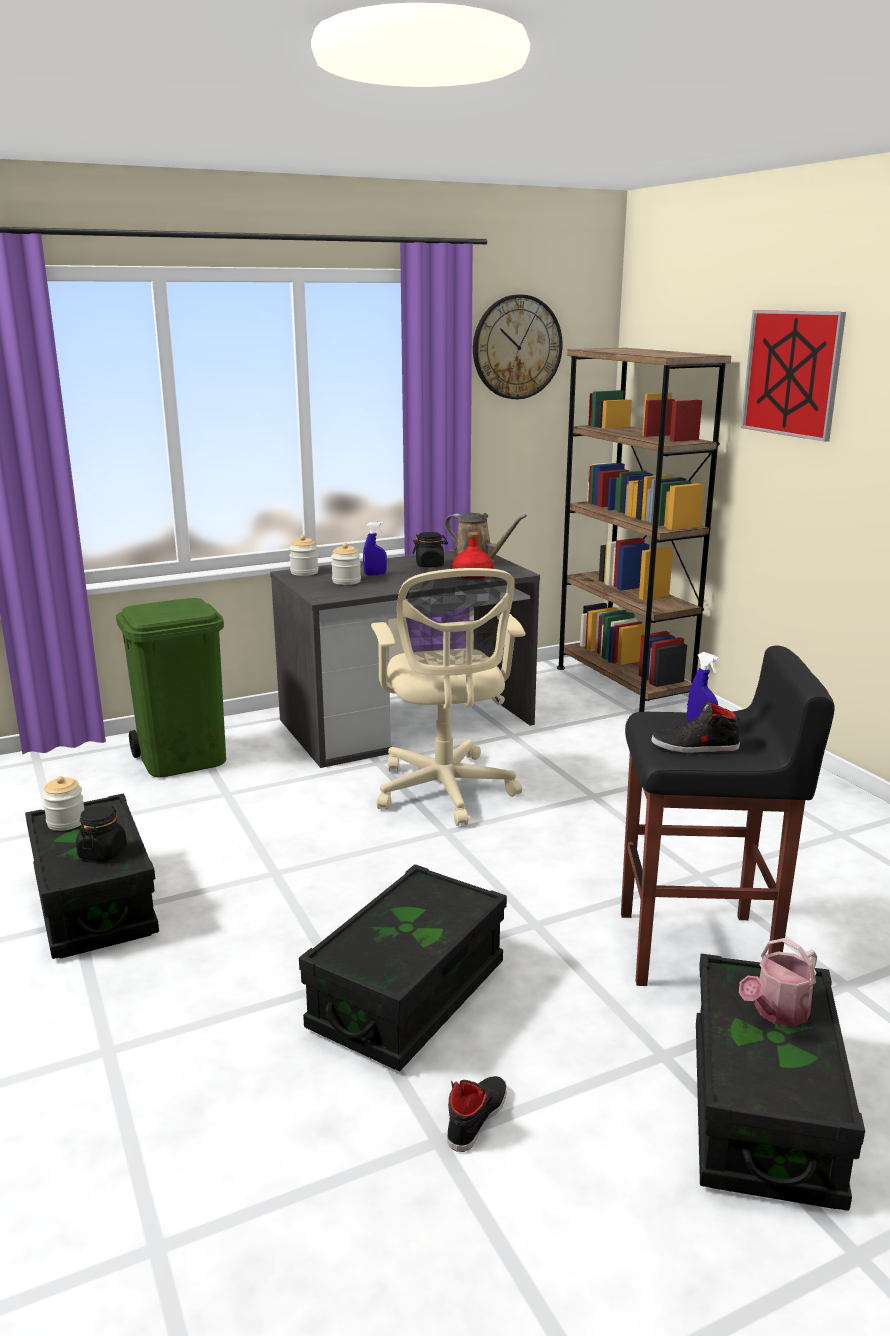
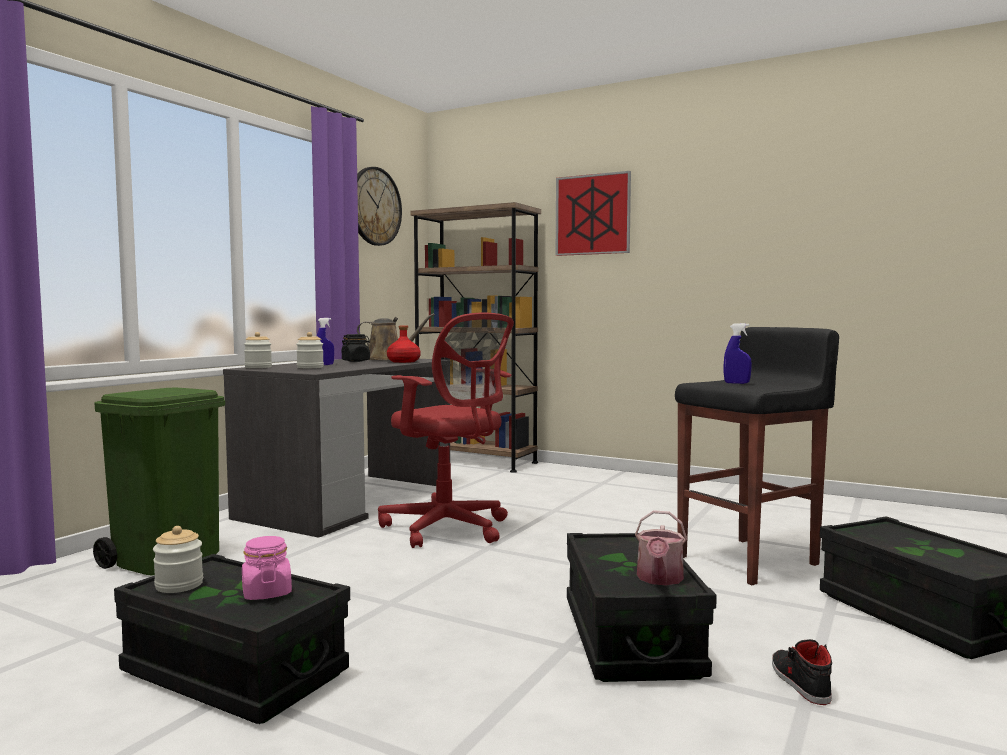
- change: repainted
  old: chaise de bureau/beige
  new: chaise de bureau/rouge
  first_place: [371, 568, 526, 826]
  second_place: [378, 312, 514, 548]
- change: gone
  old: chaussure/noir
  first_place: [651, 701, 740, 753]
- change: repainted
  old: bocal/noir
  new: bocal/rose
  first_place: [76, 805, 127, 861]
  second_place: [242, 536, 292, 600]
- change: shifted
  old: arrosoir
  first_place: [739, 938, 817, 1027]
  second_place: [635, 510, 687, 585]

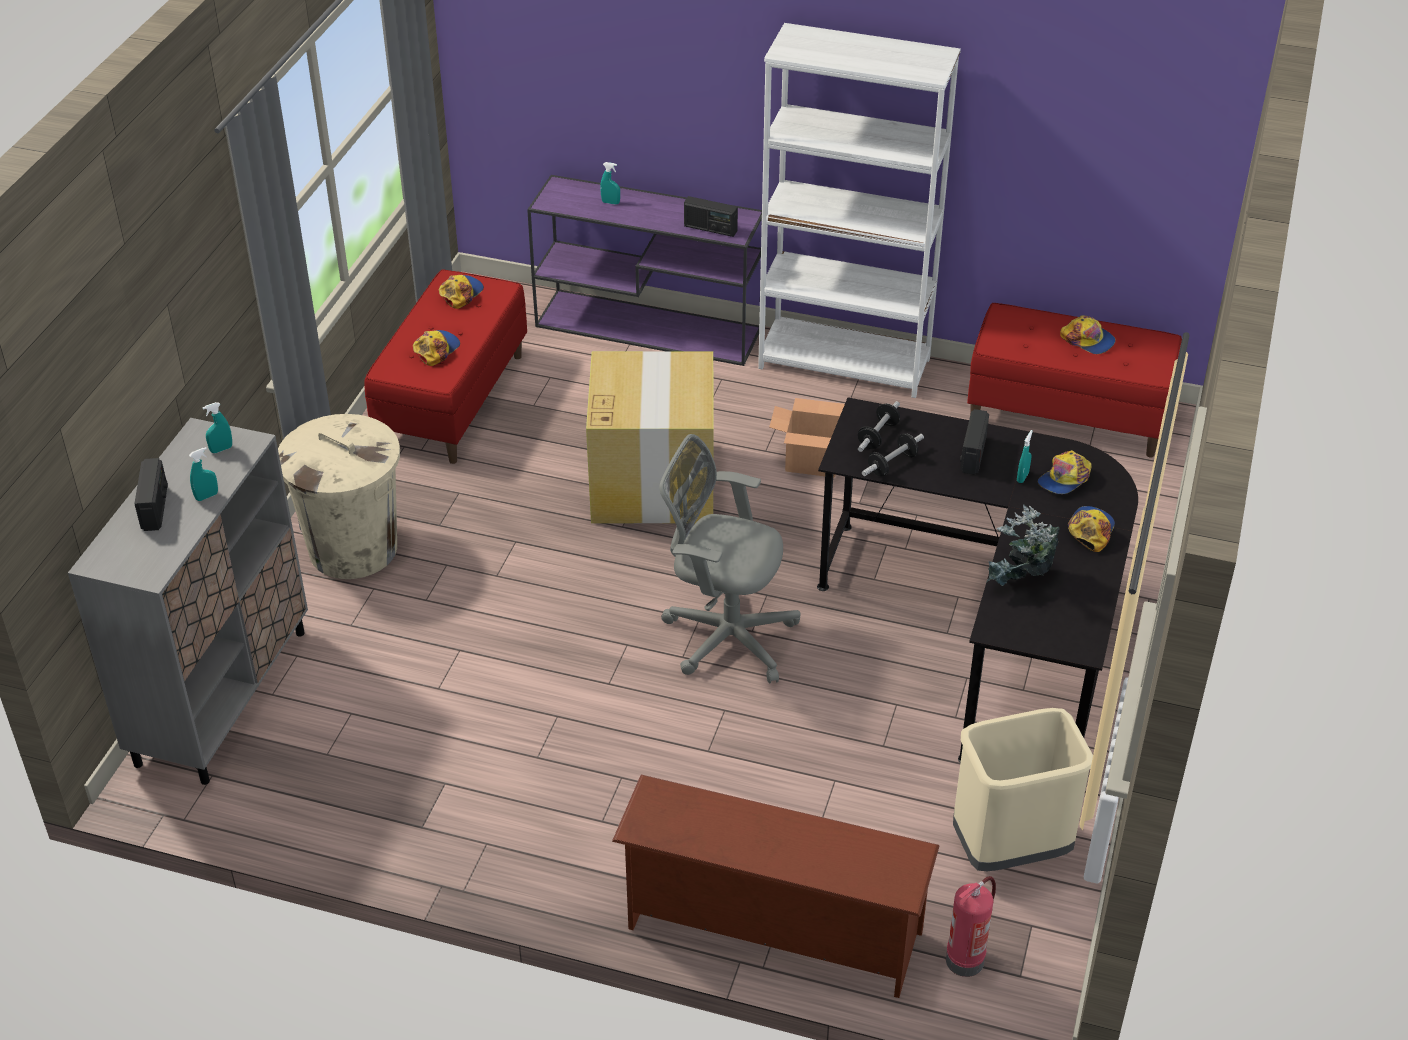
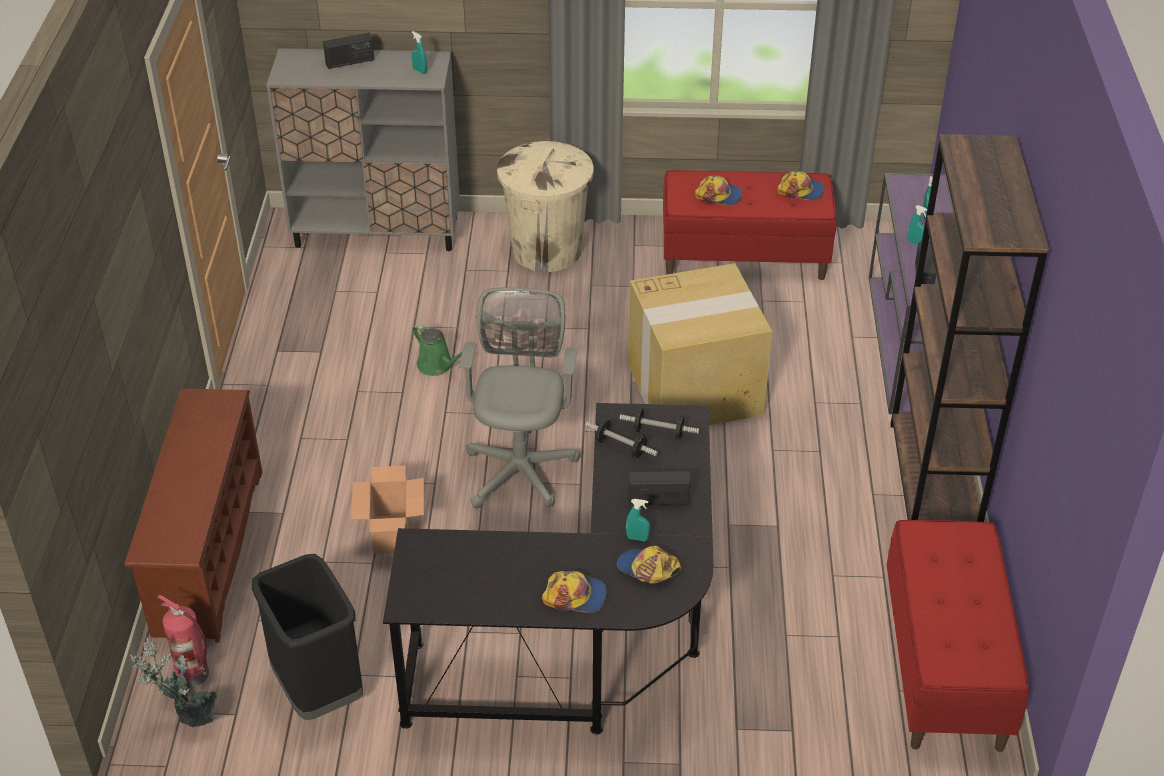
- change: repainted
  old: bibliothèque/blanc
  new: bibliothèque/marron
  first_place: [758, 23, 961, 398]
  second_place: [890, 134, 1049, 522]
- change: gone
  old: casquette
  first_place: [1060, 316, 1116, 354]
- change: shifted
  old: carton
  first_place: [769, 398, 845, 478]
  second_place: [351, 466, 424, 554]
- change: shifted
  old: vaporisateur/turquoise
  first_place: [189, 447, 218, 501]
  second_place: [907, 205, 927, 246]
- change: shifted
  old: plante en pot
  first_place: [986, 505, 1060, 586]
  second_place: [130, 637, 217, 727]
- change: repainted
  old: poubelle/beige
  new: poubelle/noir
  first_place: [953, 708, 1093, 871]
  second_place: [252, 554, 363, 720]
- change: new
  new: arrosoir/vert
  second_place: [412, 324, 462, 376]

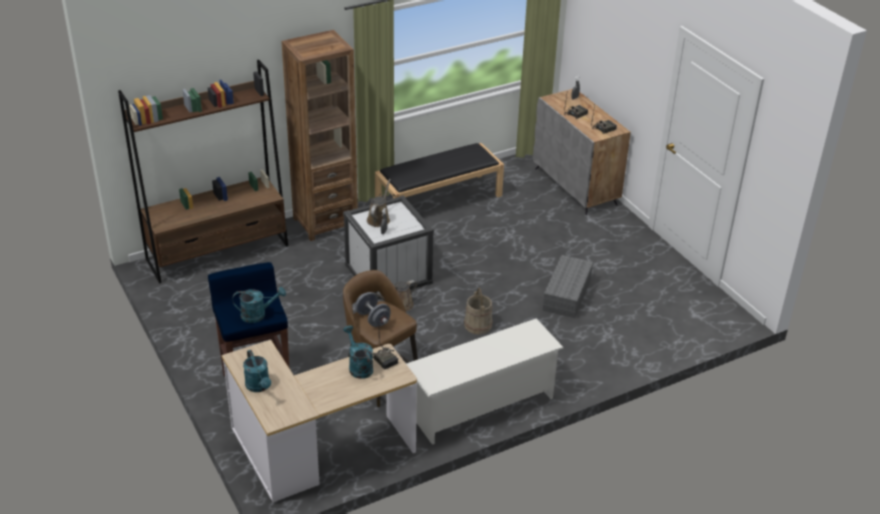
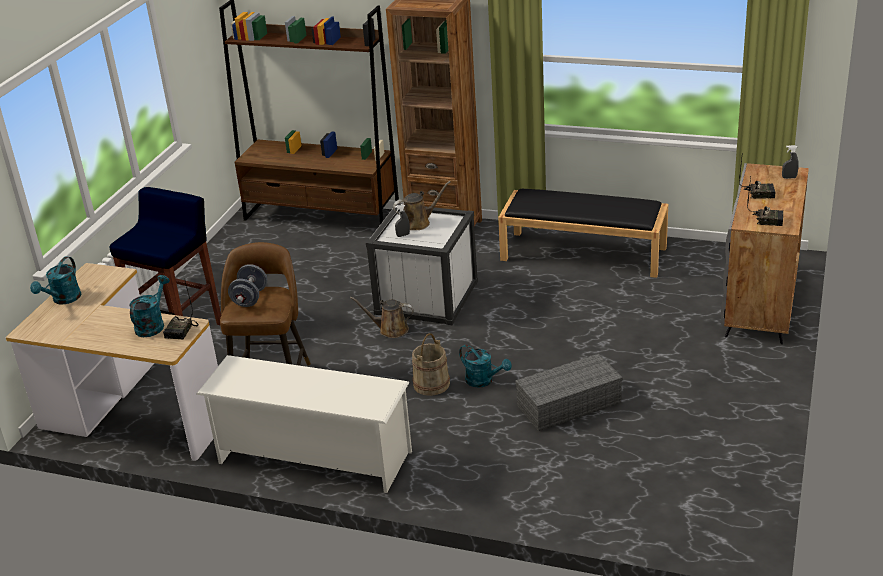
- change: shifted
  old: arrosoir/turquoise
  first_place: [233, 287, 286, 323]
  second_place: [459, 345, 512, 388]

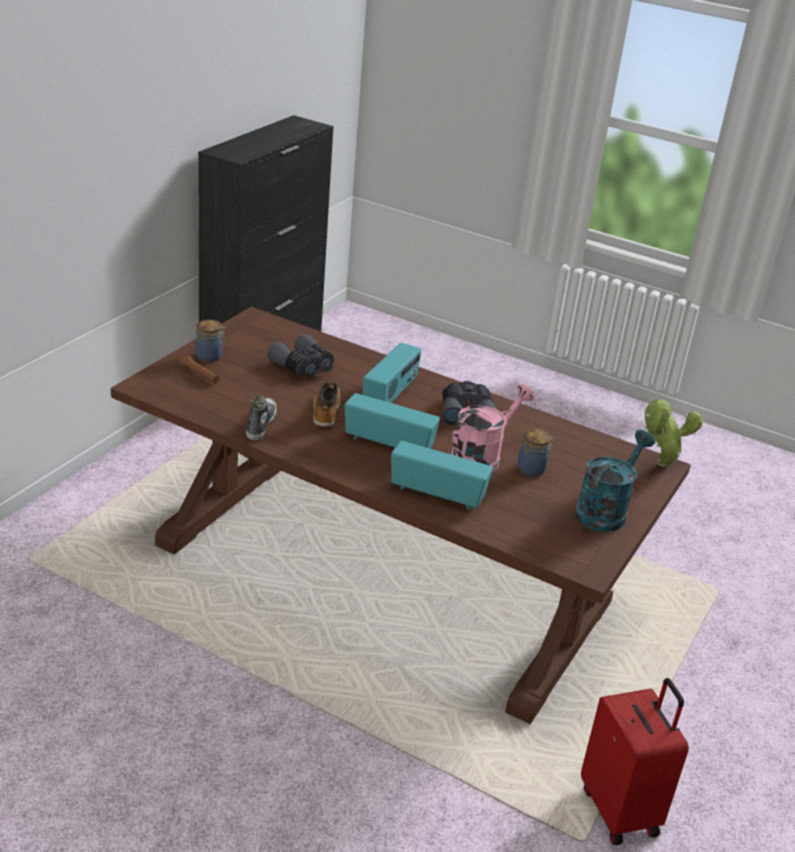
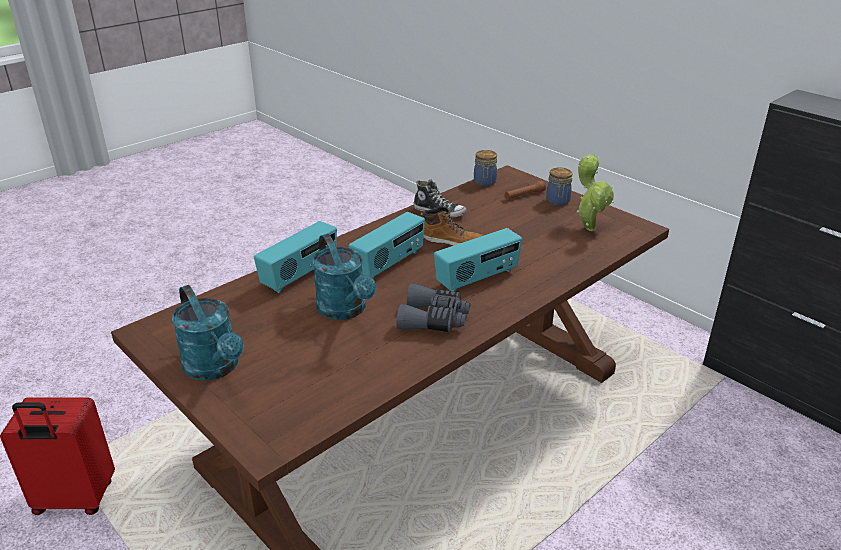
- change: gone
  old: jumelles/gris
  first_place: [267, 334, 334, 377]
- change: rotated
  old: radio
  first_place: [363, 343, 421, 403]
  second_place: [434, 228, 522, 292]
  degrees: -75
- change: repainted
  old: arrosoir/rose
  new: arrosoir/turquoise
  first_place: [451, 384, 535, 472]
  second_place: [313, 234, 376, 320]
- change: shifted
  old: plante en pot
  first_place: [644, 399, 703, 467]
  second_place: [577, 154, 614, 231]
- change: shifted
  old: bocal
  first_place: [517, 429, 554, 476]
  second_place: [474, 150, 497, 186]

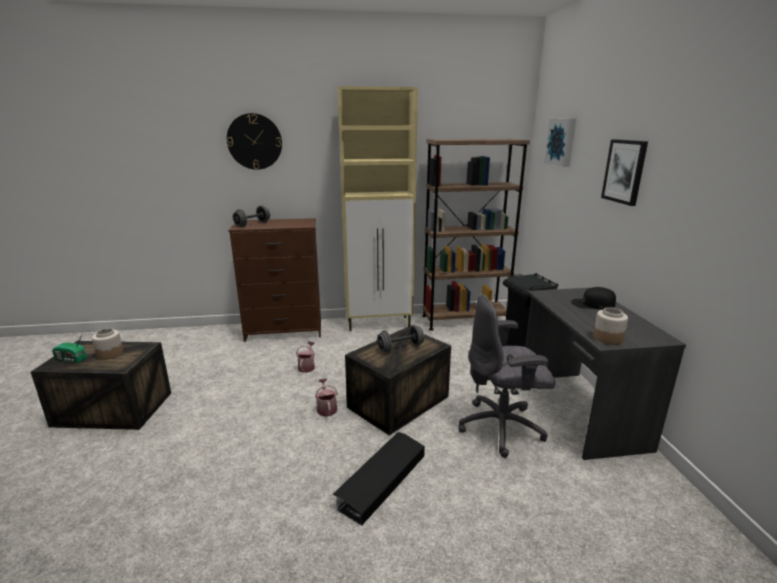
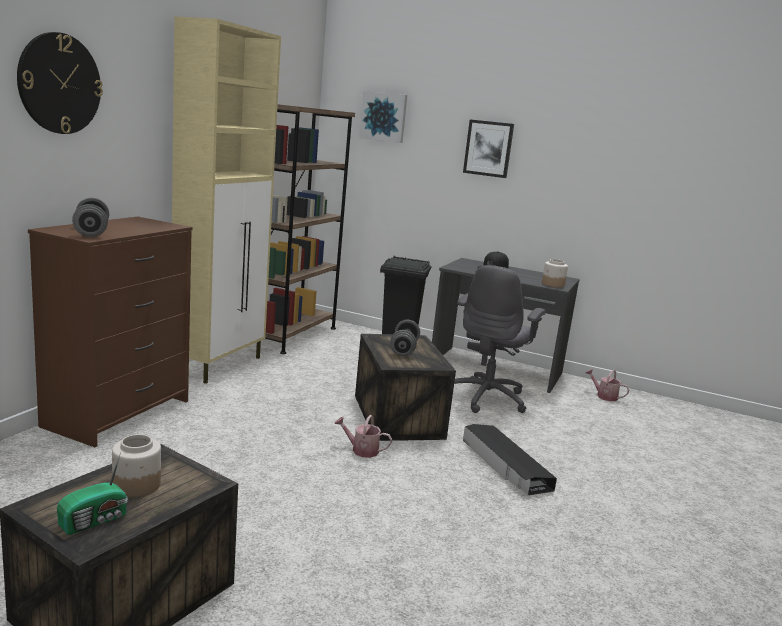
- change: shifted
  old: arrosoir
  first_place: [296, 342, 315, 373]
  second_place: [585, 369, 629, 401]

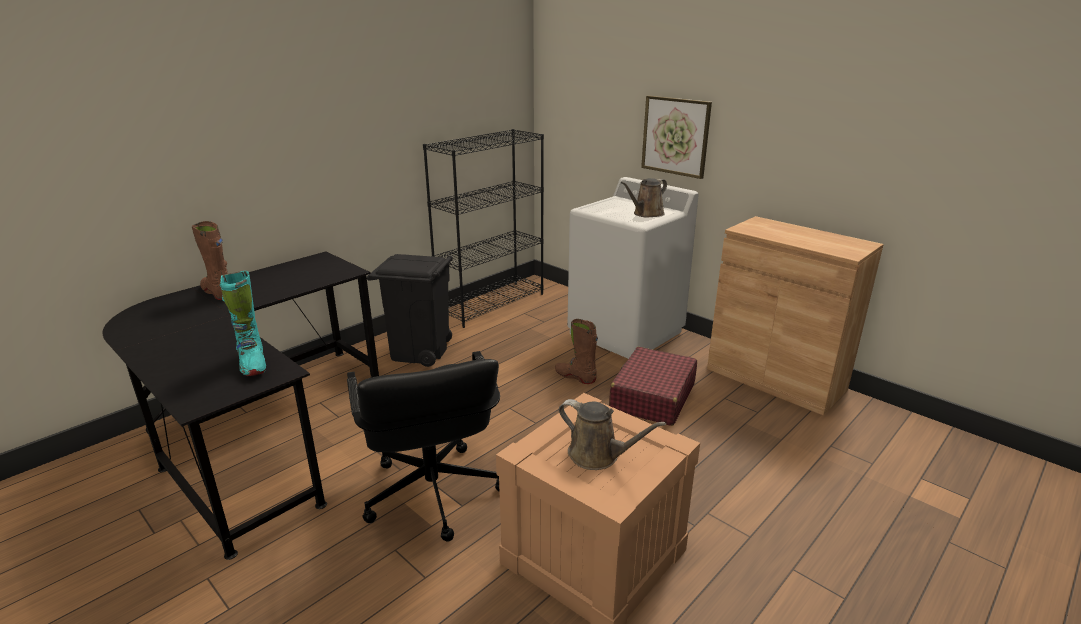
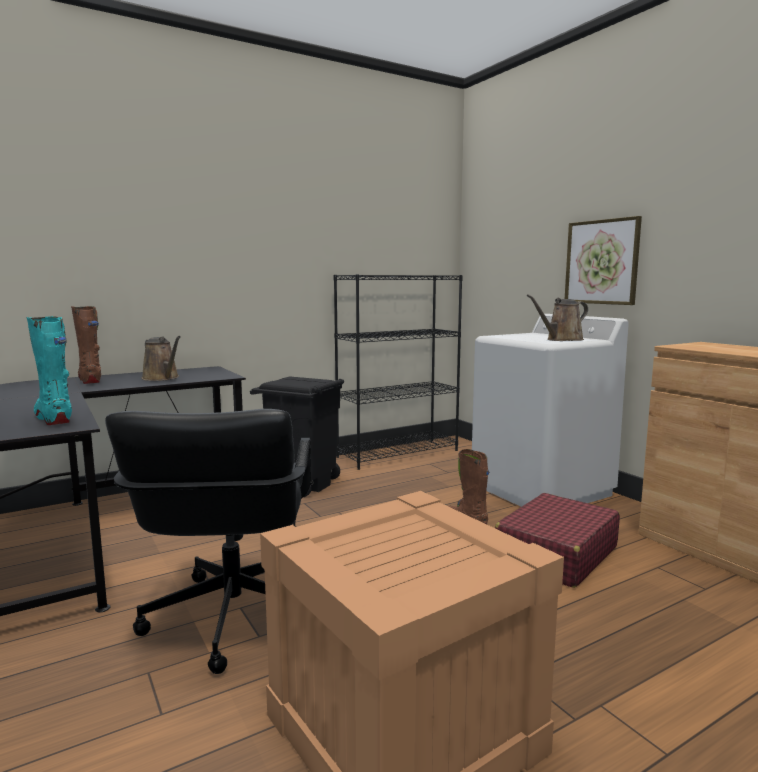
- change: rotated
  old: botte/turquoise
  first_place: [220, 271, 266, 376]
  second_place: [26, 316, 72, 425]
  degrees: 150
- change: shifted
  old: arrosoir/marron
  first_place: [559, 399, 666, 470]
  second_place: [142, 336, 181, 381]

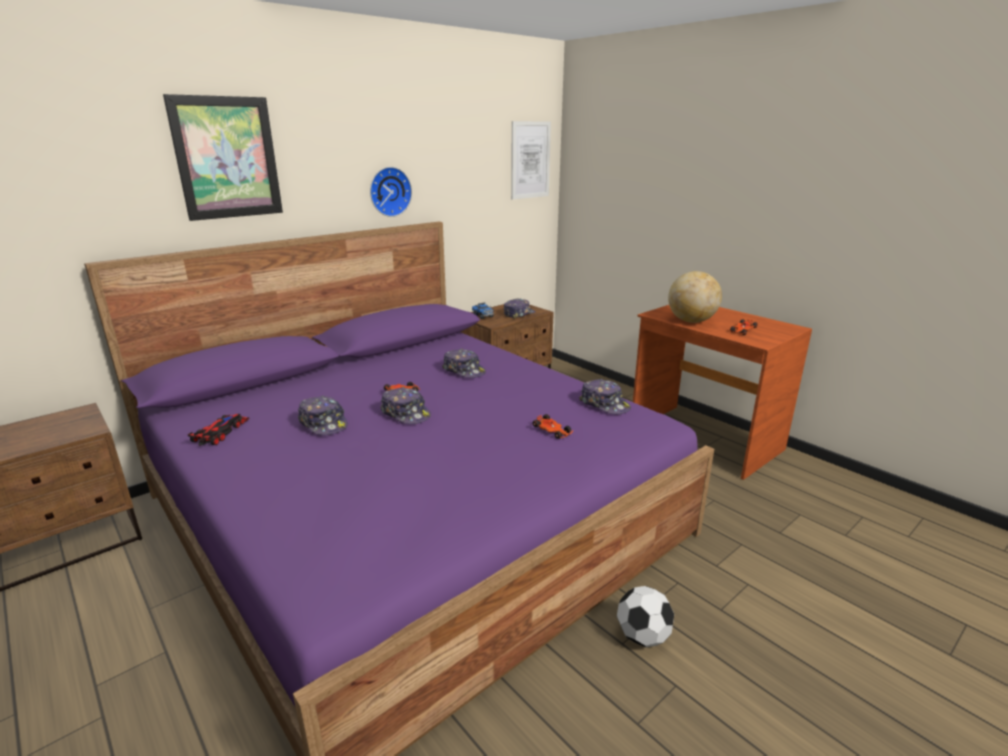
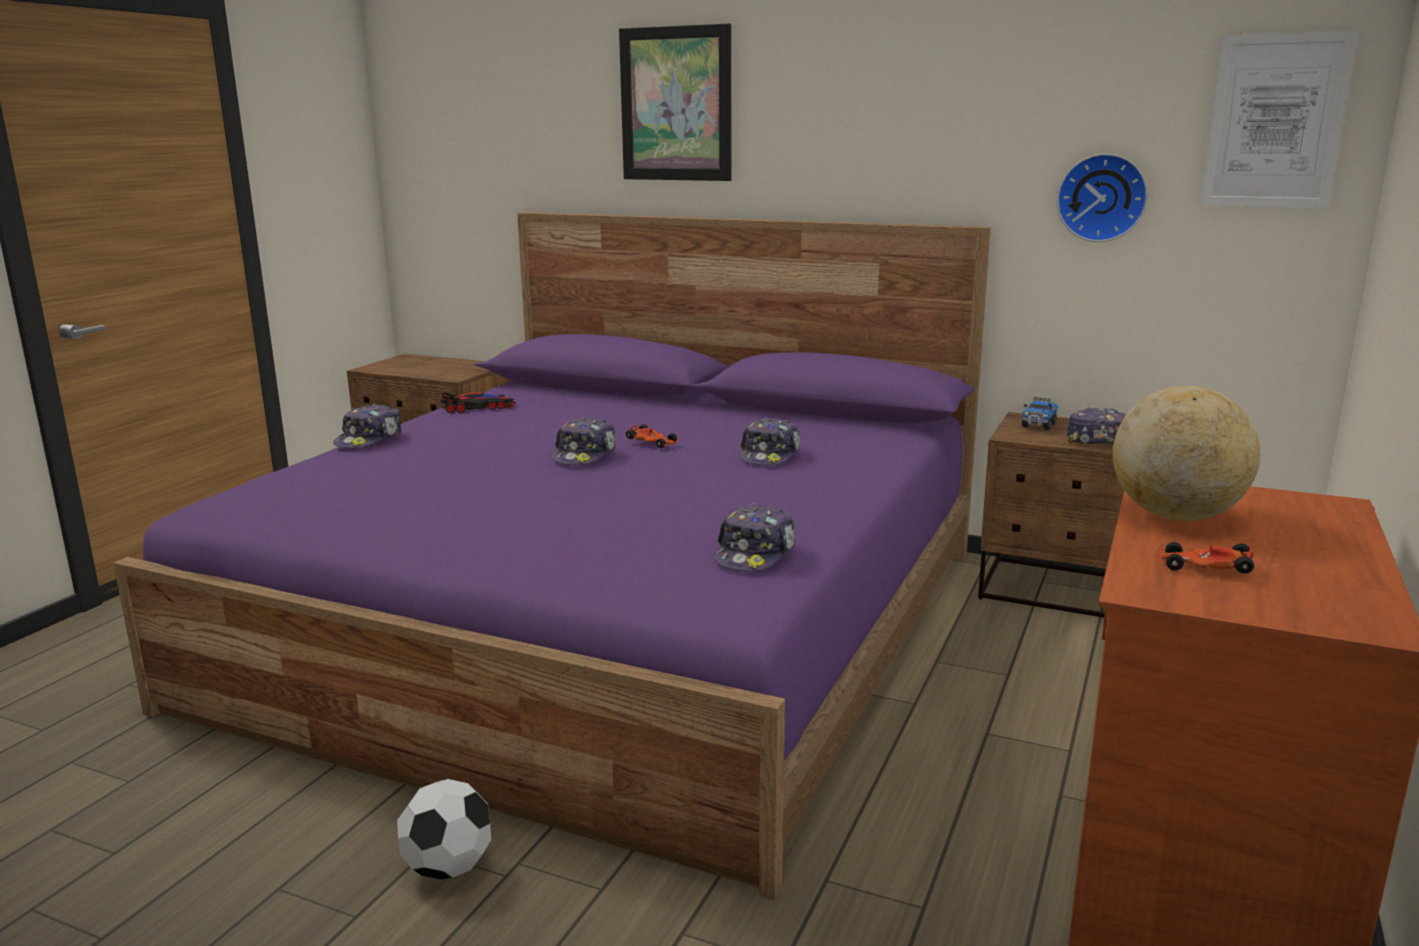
- change: shifted
  old: horloge murale
  first_place: [370, 167, 412, 217]
  second_place: [1057, 153, 1148, 242]
- change: shifted
  old: casquette
  first_place: [298, 396, 348, 435]
  second_place: [333, 404, 401, 448]
- change: gone
  old: petite voiture
  first_place: [532, 414, 573, 439]

